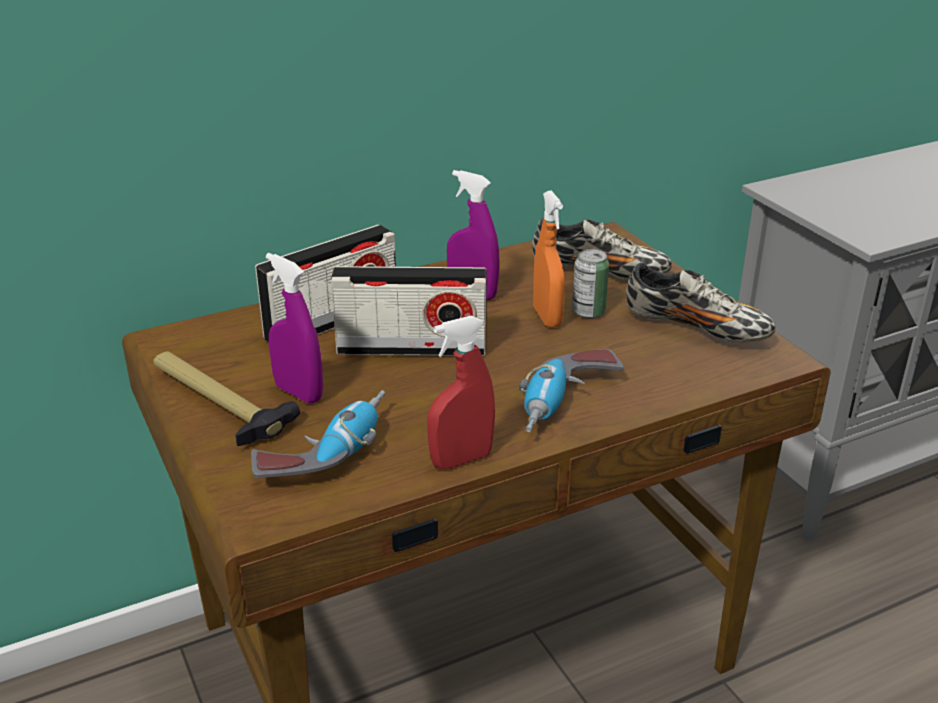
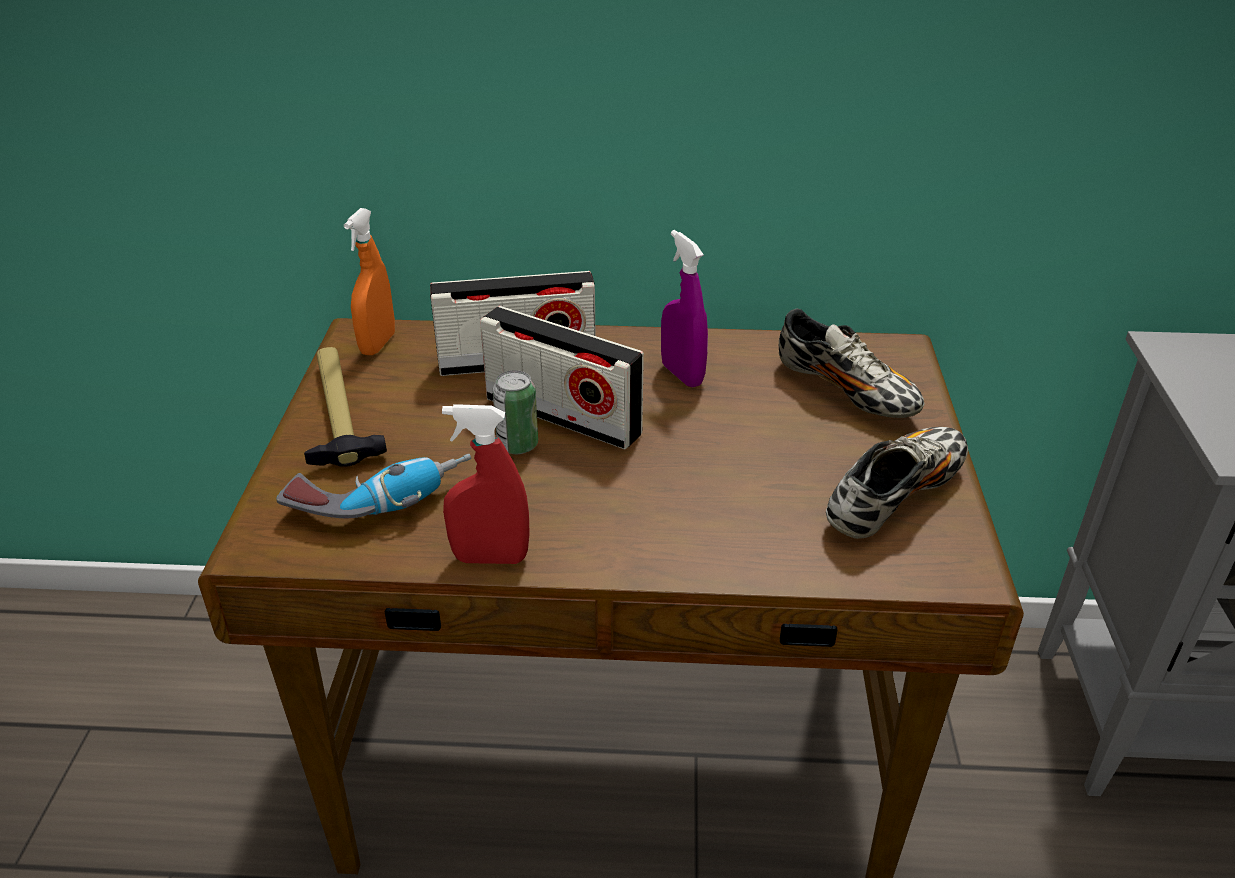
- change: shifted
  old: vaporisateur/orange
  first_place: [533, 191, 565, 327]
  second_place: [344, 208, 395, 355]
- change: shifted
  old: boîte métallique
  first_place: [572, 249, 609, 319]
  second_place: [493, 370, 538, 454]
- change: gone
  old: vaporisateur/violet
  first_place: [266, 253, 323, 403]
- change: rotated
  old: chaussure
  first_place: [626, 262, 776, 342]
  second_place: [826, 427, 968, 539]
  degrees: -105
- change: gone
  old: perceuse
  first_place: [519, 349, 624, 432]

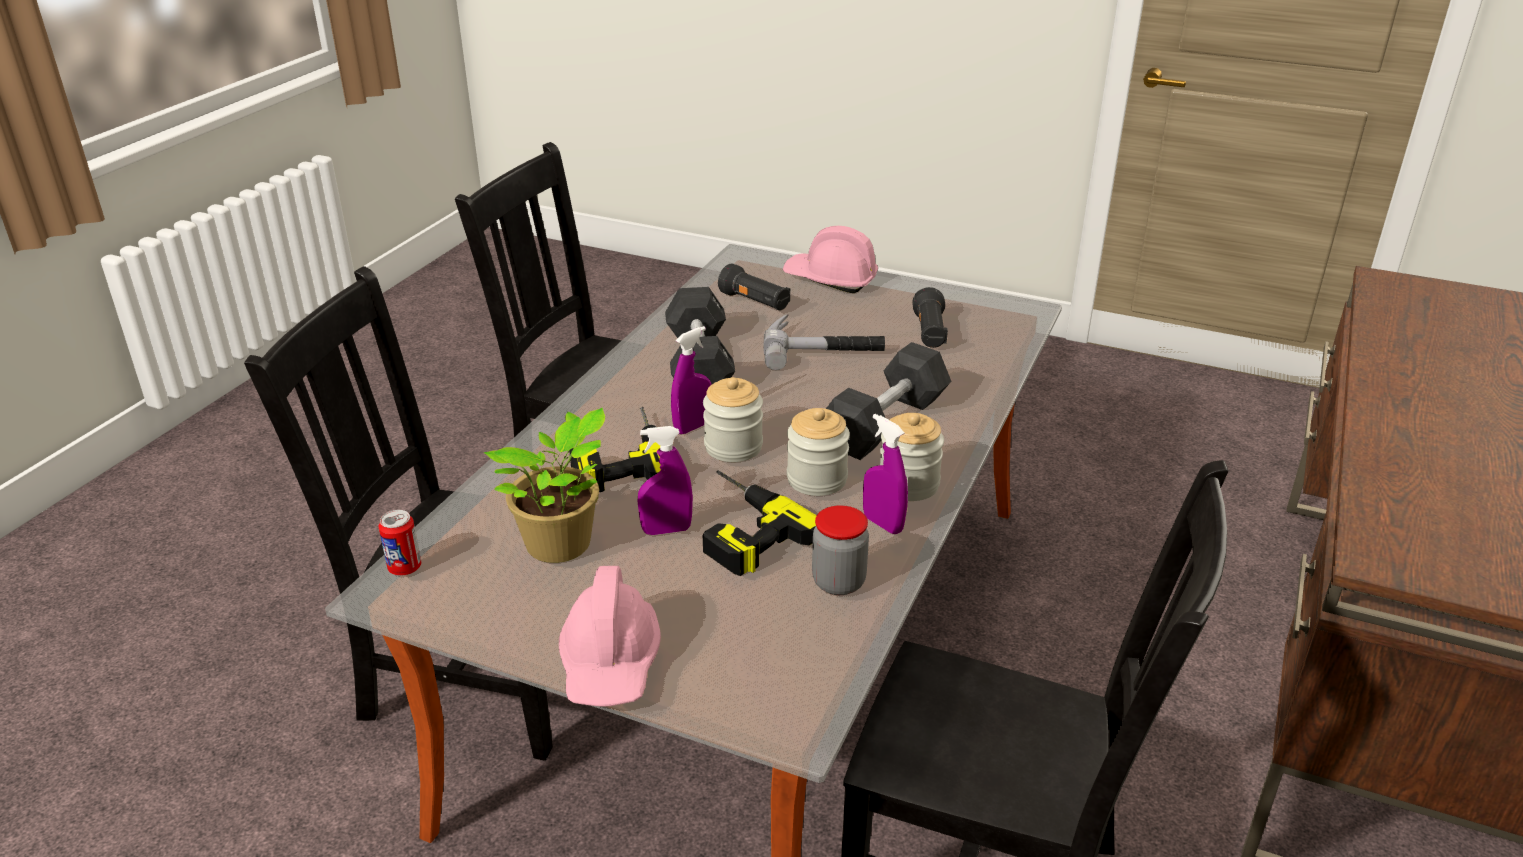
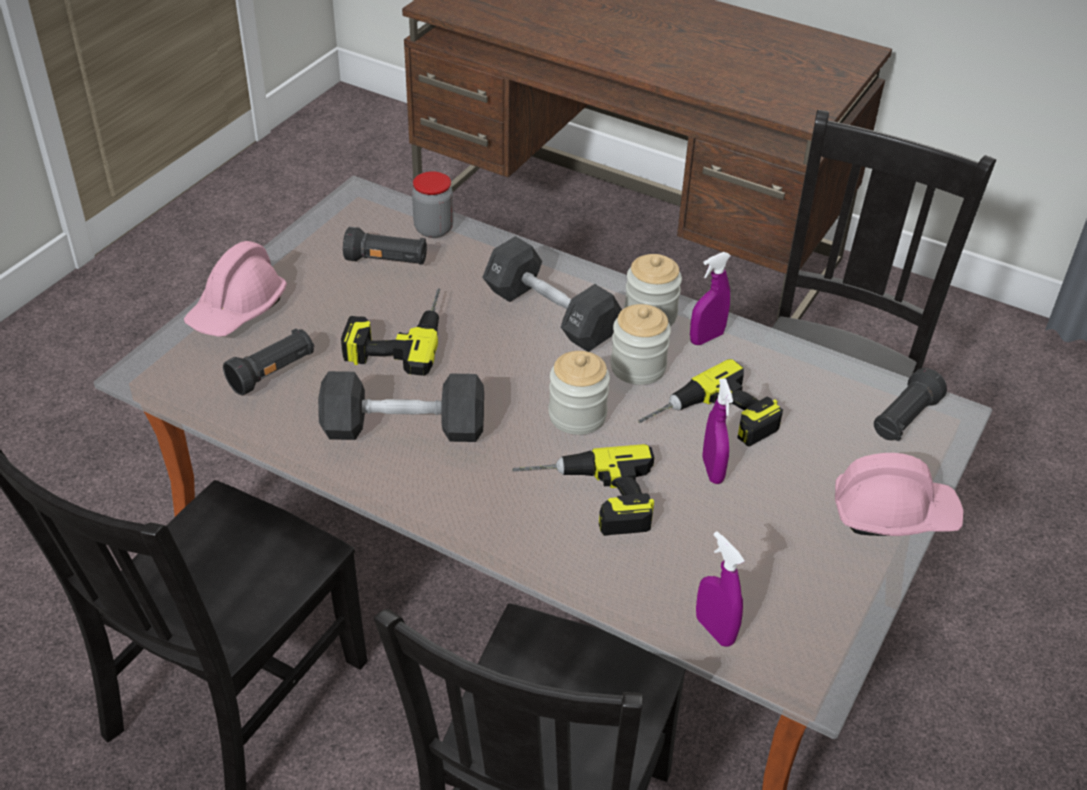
- change: swapped
  old: marteau
  new: perceuse
  first_place: [764, 314, 885, 370]
  second_place: [341, 289, 440, 376]
- change: shifted
  old: vaporisateur/violet
  first_place: [671, 326, 712, 434]
  second_place: [696, 531, 744, 647]
- change: gone
  old: plante en pot
  first_place: [484, 408, 605, 563]
- change: shifted
  old: bocal
  first_place: [812, 505, 869, 595]
  second_place: [412, 171, 454, 238]
- change: gone
  old: boîte métallique
  first_place: [379, 510, 421, 576]
- change: new
  new: lampe de poche/noir
  second_place: [874, 368, 947, 441]

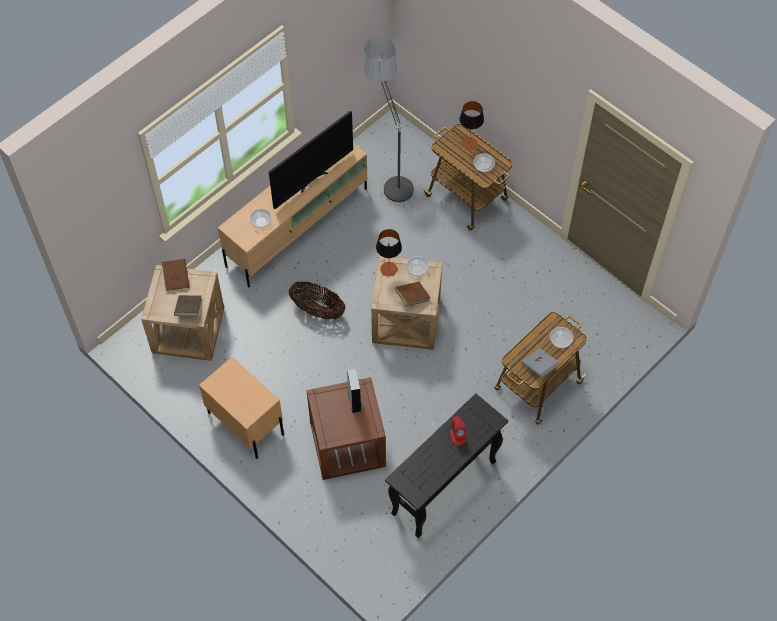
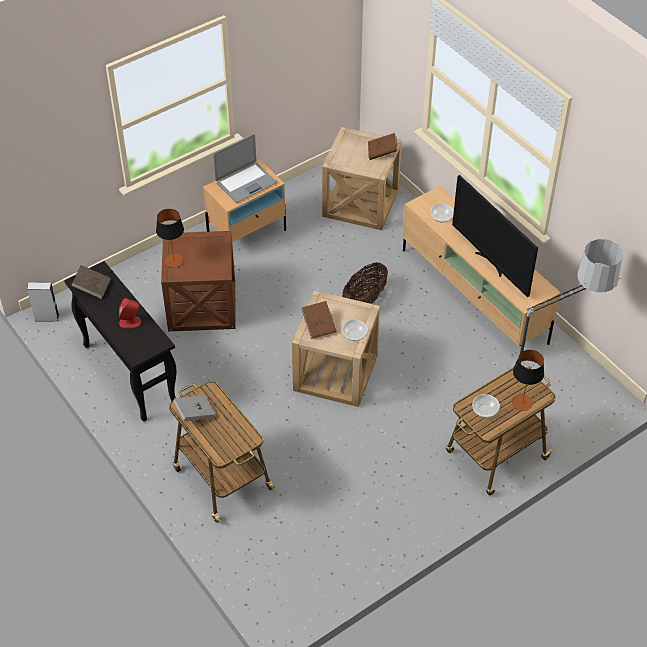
- change: shifted
  old: lampe de table
  first_place: [376, 229, 402, 277]
  second_place: [156, 209, 184, 268]
- change: shifted
  old: livre/marron
  first_place: [174, 295, 202, 316]
  second_place: [71, 265, 111, 299]
- change: gone
  old: bol
  first_place: [550, 327, 573, 348]
- change: shifted
  old: enceinte/gris
  first_place: [347, 369, 362, 413]
  second_place: [27, 282, 59, 322]
- change: new
  new: ordinateur portable
  second_place: [213, 134, 277, 203]

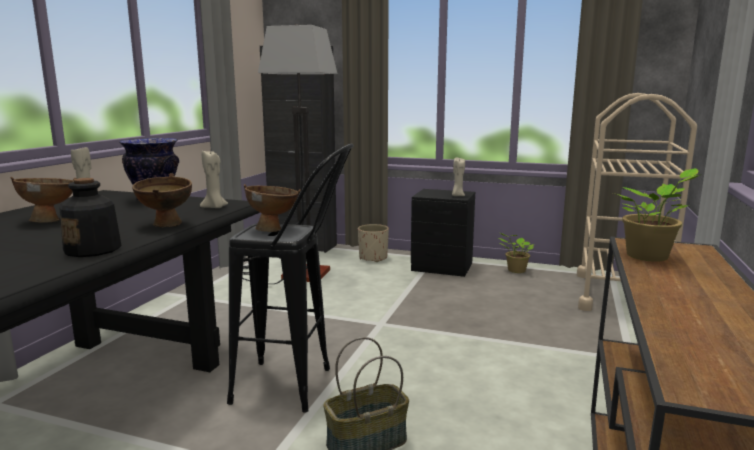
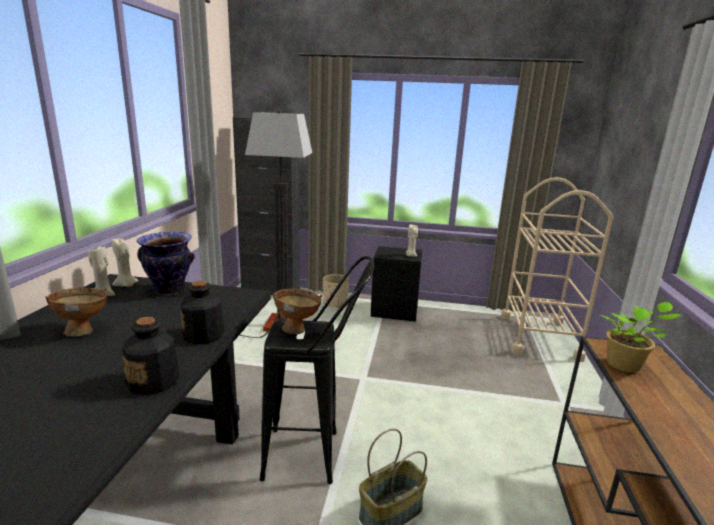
- change: shifted
  old: bougie/beige
  first_place: [200, 150, 228, 208]
  second_place: [112, 238, 138, 287]
- change: swapped
  old: bol/marron
  new: bouteille
  first_place: [132, 173, 192, 227]
  second_place: [180, 280, 225, 344]
- change: gone
  old: plante en pot
  first_place: [499, 233, 534, 273]

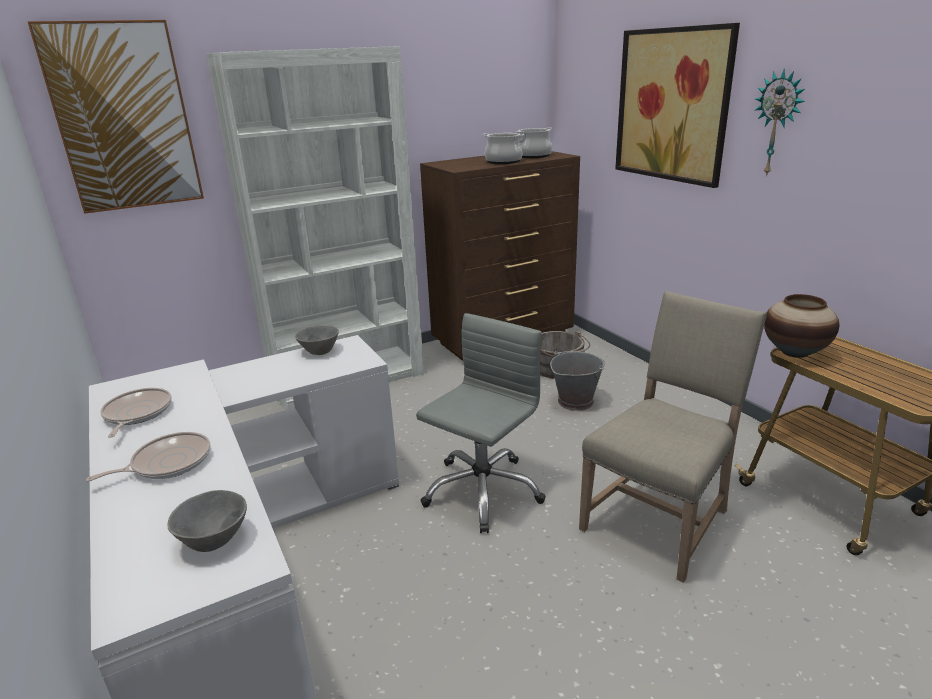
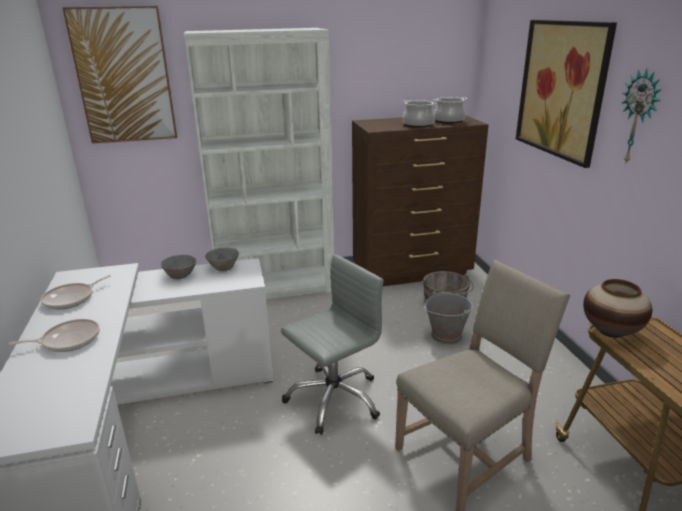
- change: rotated
  old: poêle
  first_place: [100, 388, 172, 438]
  second_place: [41, 275, 111, 310]
  degrees: -150
- change: shifted
  old: bol/gris
  first_place: [168, 490, 247, 552]
  second_place: [160, 255, 196, 279]

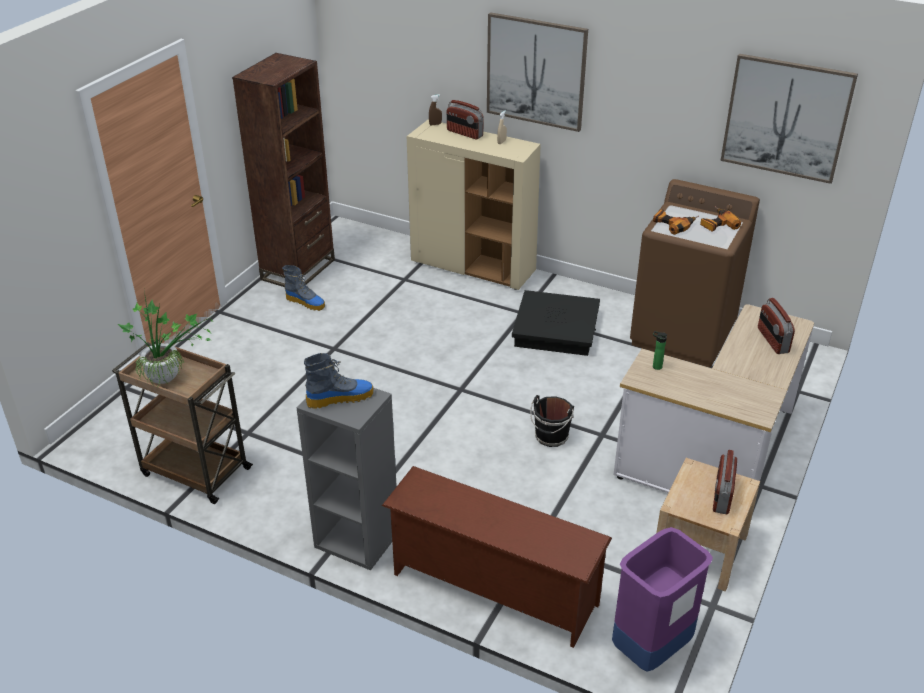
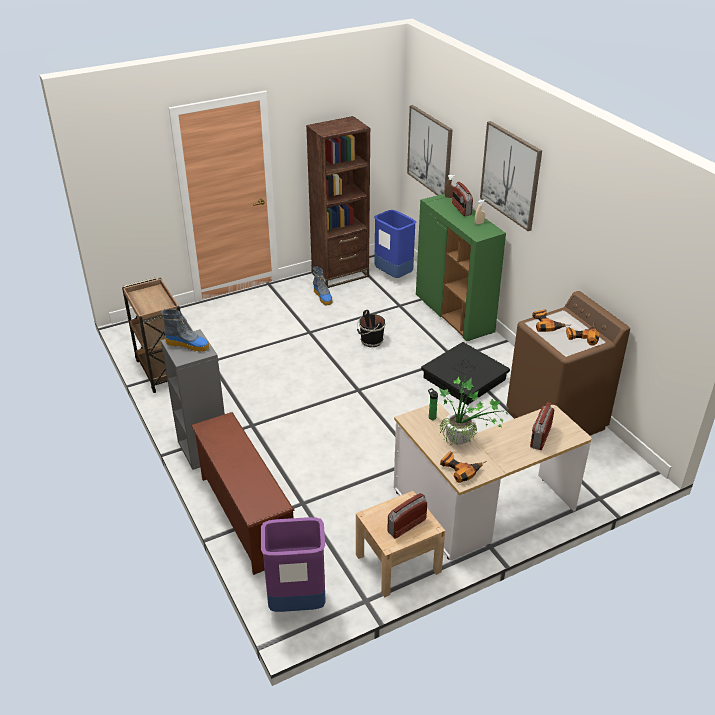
- change: shifted
  old: tableau
  first_place: [721, 54, 858, 184]
  second_place: [407, 105, 453, 195]
- change: repainted
  old: meuble de rangement/beige
  new: meuble de rangement/vert
  first_place: [407, 120, 541, 290]
  second_place: [416, 194, 506, 341]
- change: shifted
  old: plante en pot
  first_place: [118, 291, 213, 388]
  second_place: [439, 374, 511, 446]
- change: shifted
  old: seau/noir
  first_place: [530, 395, 574, 447]
  second_place: [357, 310, 386, 347]
- change: new
  new: poubelle/bleu
  second_place: [374, 210, 416, 278]
- change: new
  new: perceuse
  second_place: [440, 452, 487, 483]

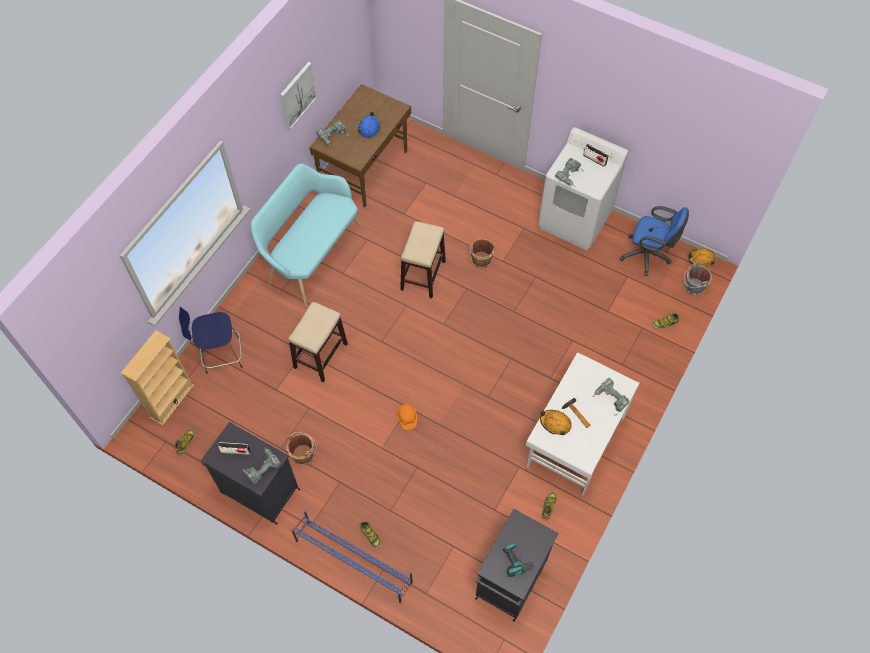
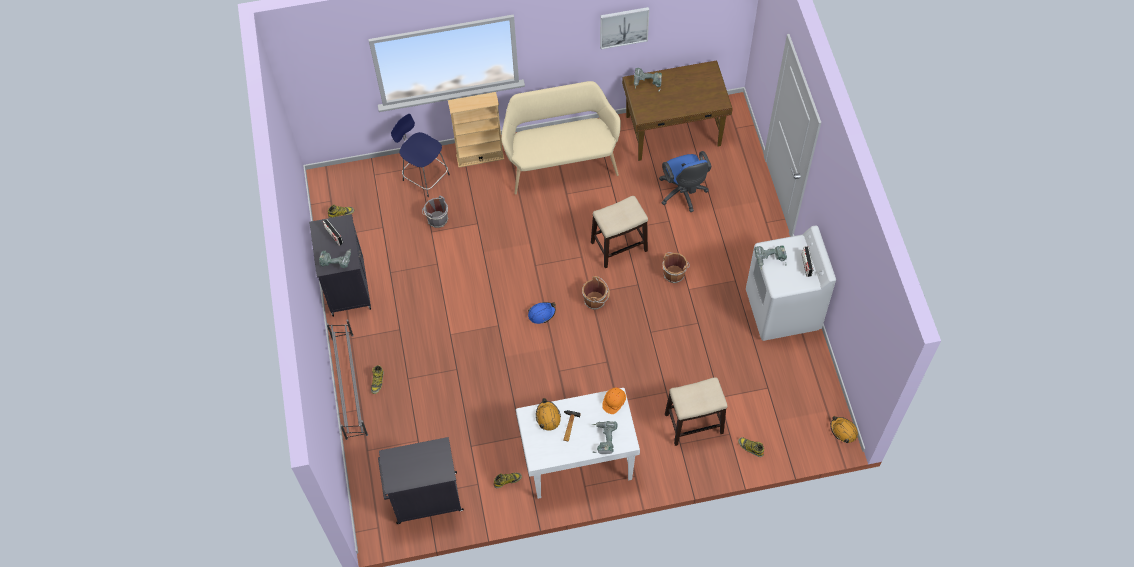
- change: shifted
  old: casque de chantier/bleu
  first_place: [358, 111, 380, 138]
  second_place: [528, 302, 556, 324]
- change: repainted
  old: banc/turquoise
  new: banc/beige
  first_place: [250, 163, 364, 307]
  second_place: [501, 81, 621, 195]
- change: shifted
  old: chaise de bureau/bleu
  first_place: [619, 206, 689, 276]
  second_place: [659, 151, 711, 212]
- change: shifted
  old: seau/gris
  first_place: [684, 262, 712, 296]
  second_place: [422, 196, 449, 228]
- change: shifted
  old: tabouret
  first_place: [288, 302, 348, 382]
  second_place: [665, 377, 727, 446]
- change: shifted
  old: bibliothèque/beige
  first_place: [121, 330, 194, 425]
  second_place: [448, 92, 504, 168]
- change: shifted
  old: casque de chantier/orange
  first_place: [397, 404, 417, 430]
  second_place: [602, 387, 626, 414]
- change: shifted
  old: seau/marron
  first_place: [286, 432, 317, 465]
  second_place: [582, 276, 610, 310]
- change: repainted
  old: étagère à chaussures/bleu
  new: étagère à chaussures/gris
  first_place: [291, 510, 413, 603]
  second_place: [327, 319, 368, 440]
- change: gone
  old: perceuse
  first_place: [503, 543, 536, 577]

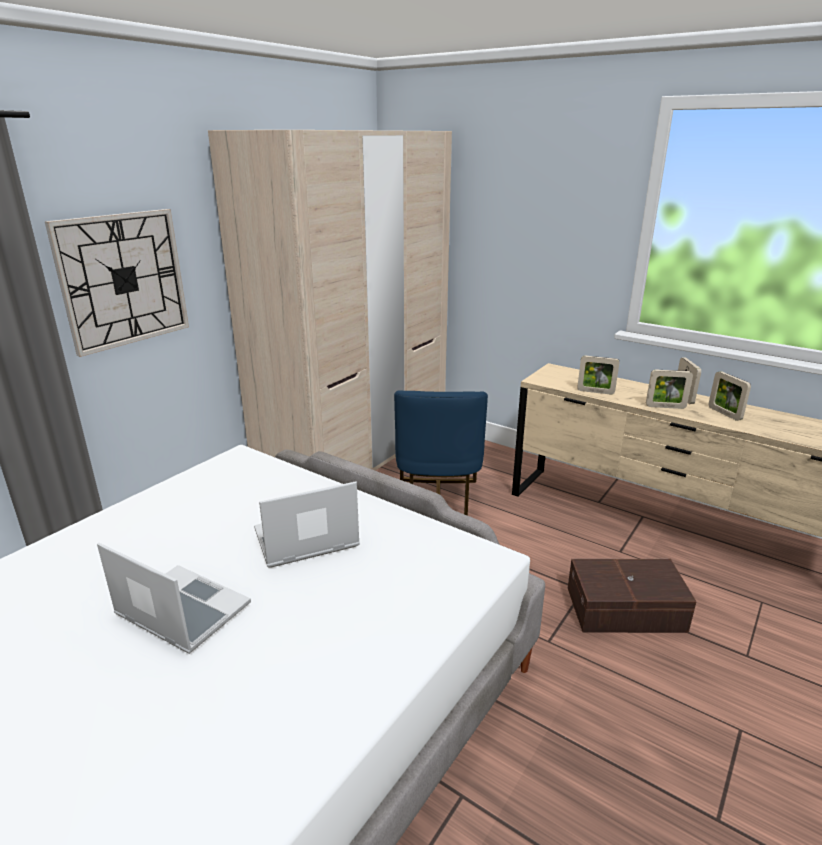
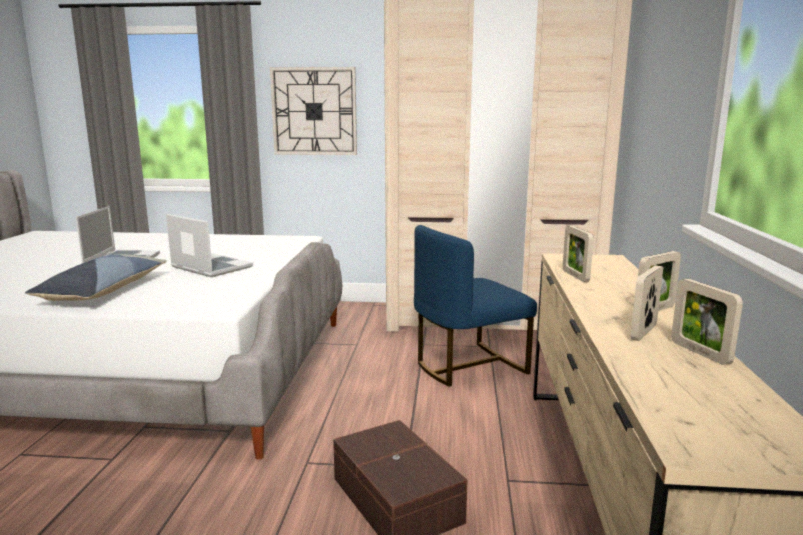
- change: shifted
  old: cadre photo
  first_place: [646, 370, 693, 409]
  second_place: [671, 279, 743, 365]
- change: new
  new: coussin
  second_place: [25, 254, 167, 301]

